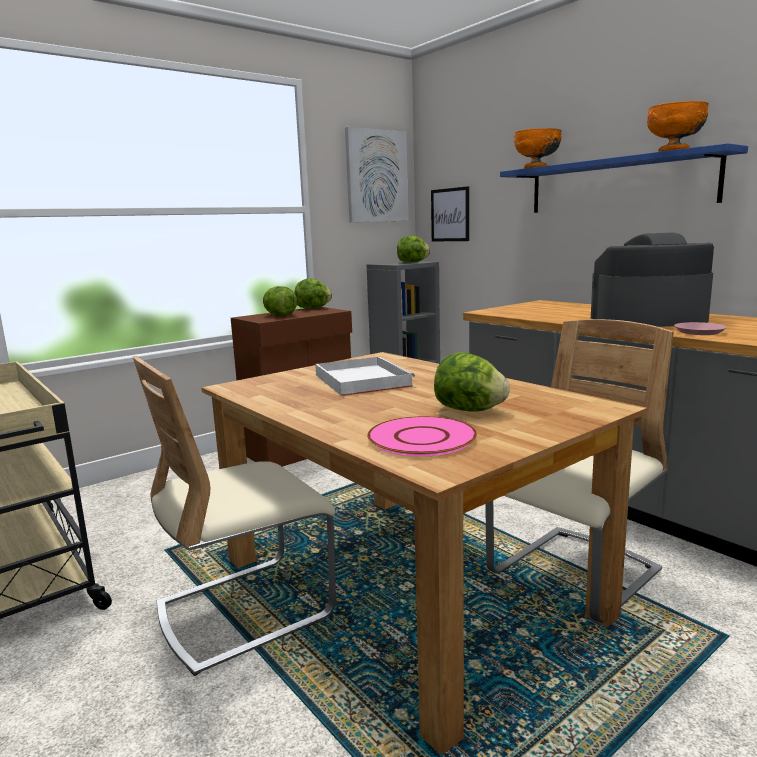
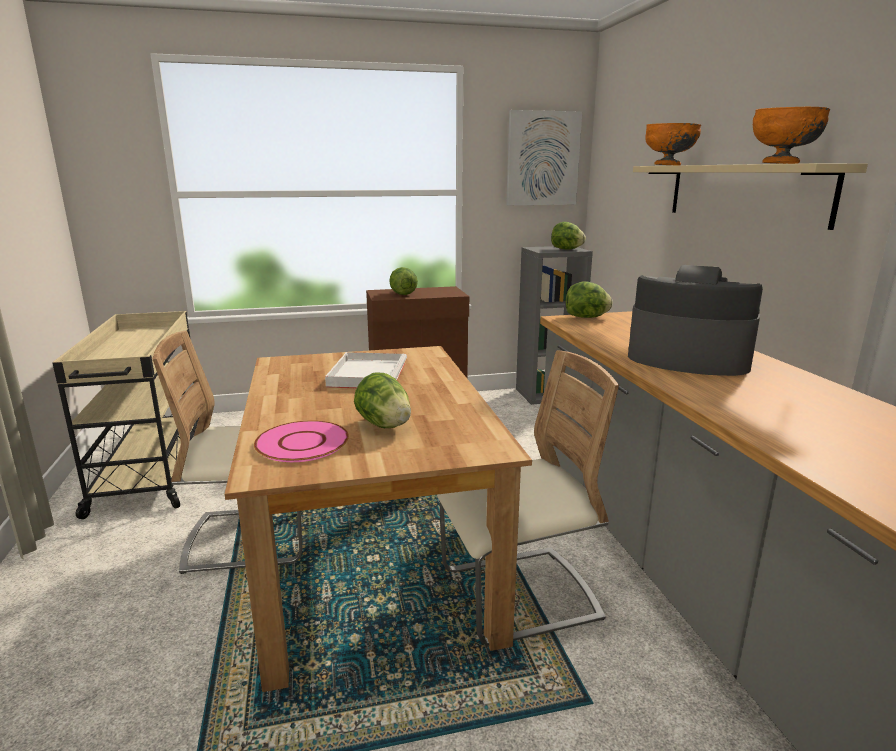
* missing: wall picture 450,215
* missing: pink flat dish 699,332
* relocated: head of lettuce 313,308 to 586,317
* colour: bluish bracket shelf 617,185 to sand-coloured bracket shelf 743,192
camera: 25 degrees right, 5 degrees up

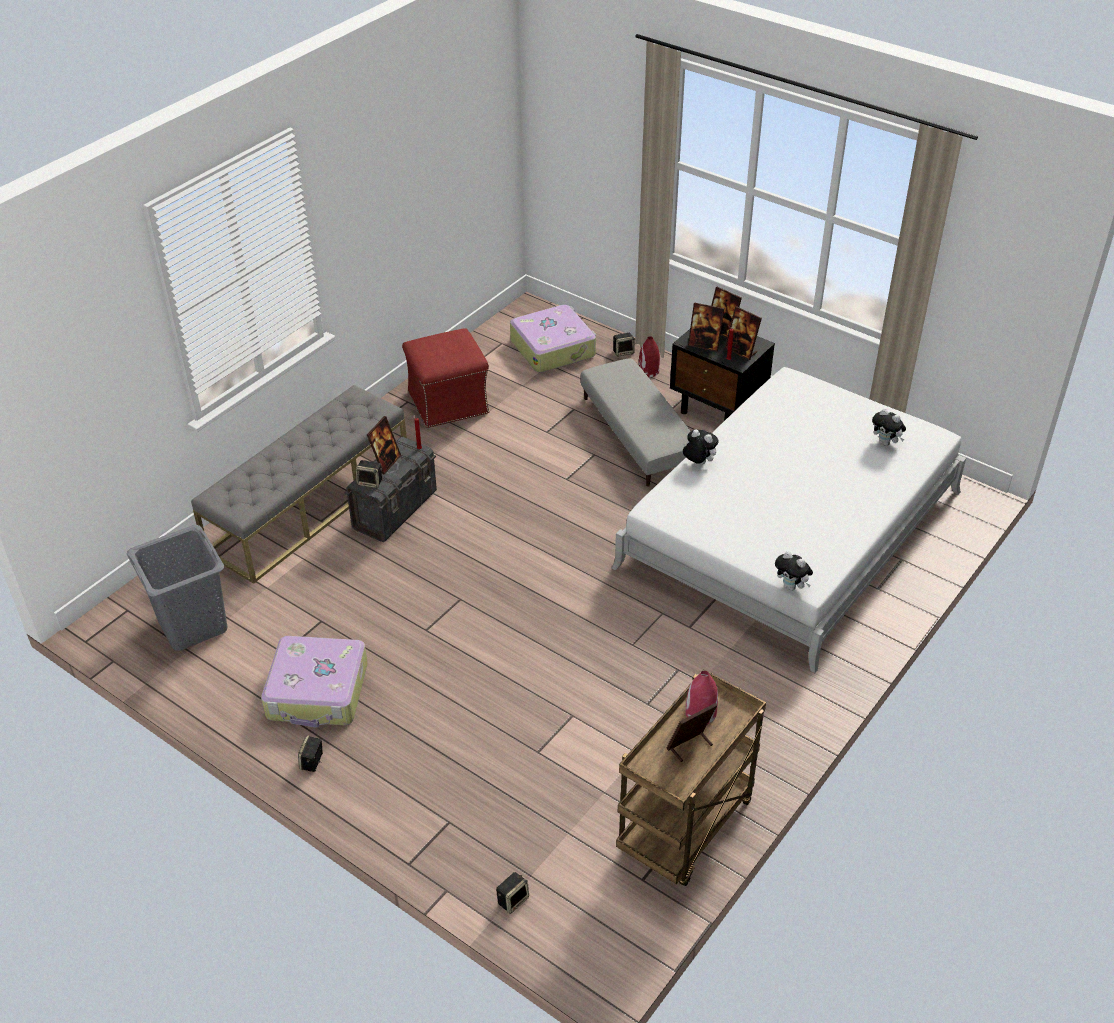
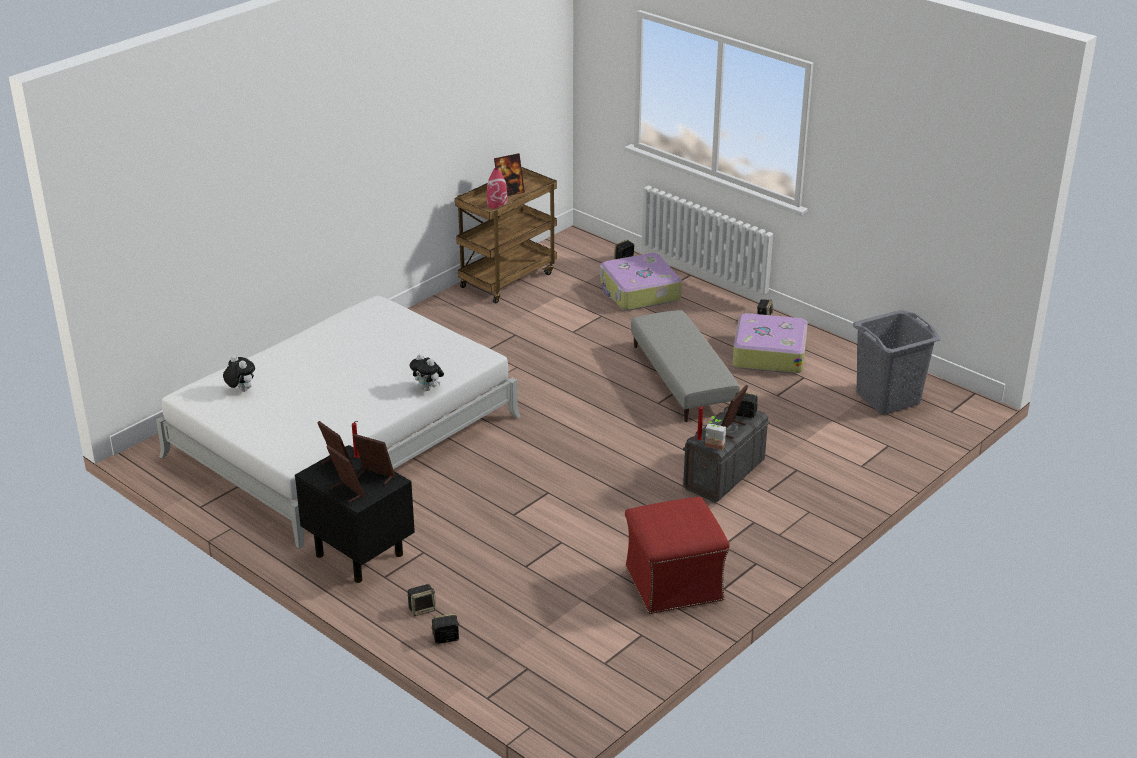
* missing: greyish indoor bench 310,505
* missing: cuddly toy 791,587
* appeared: potted plant 713,447
* relocated: piece of luggage 553,348 to 639,292
* relocated: greyish footrest 637,434 to 682,379
* exchanged: red vase 648,371 to speaker 422,609
camera: 175 degrees left, 10 degrees down

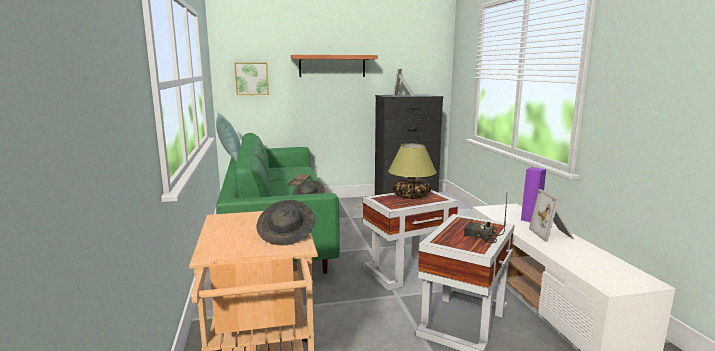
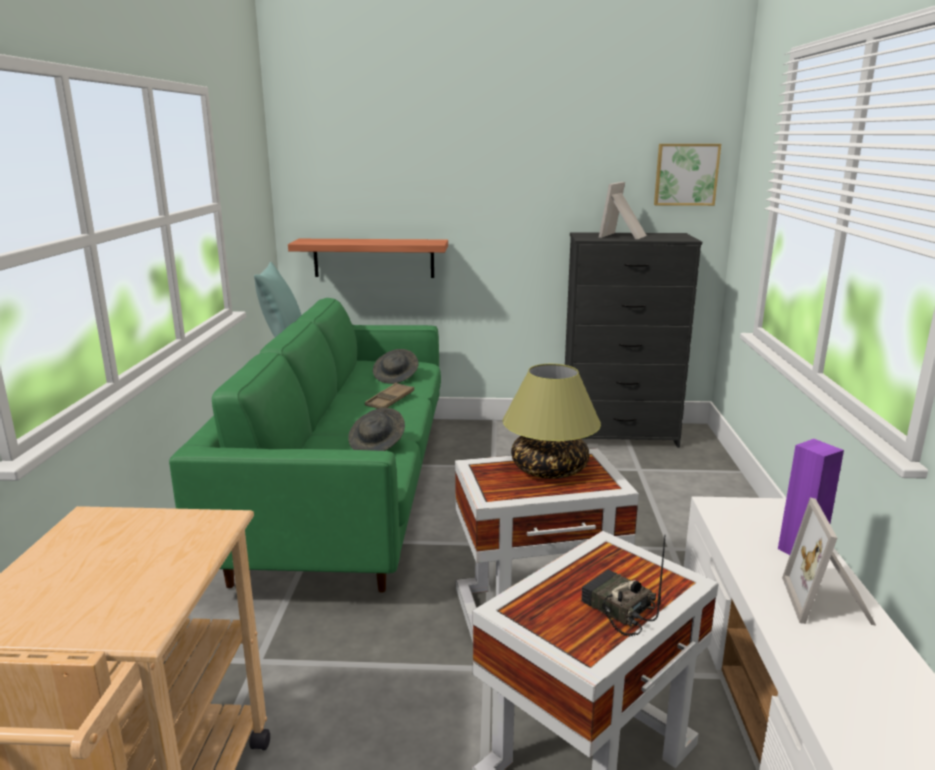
* relocated: wall picture 251,78 to 686,174
* relocated: greyish hat 287,235 to 396,377
* relocated: bracket shelf 332,66 to 373,258
camera: 15 degrees right, 5 degrees up

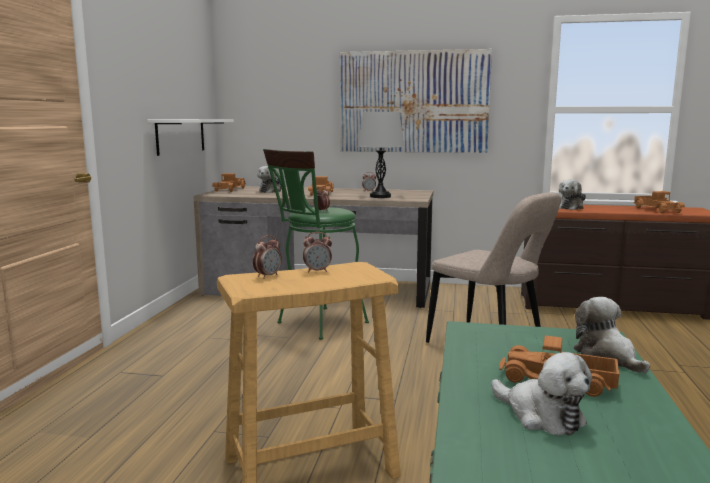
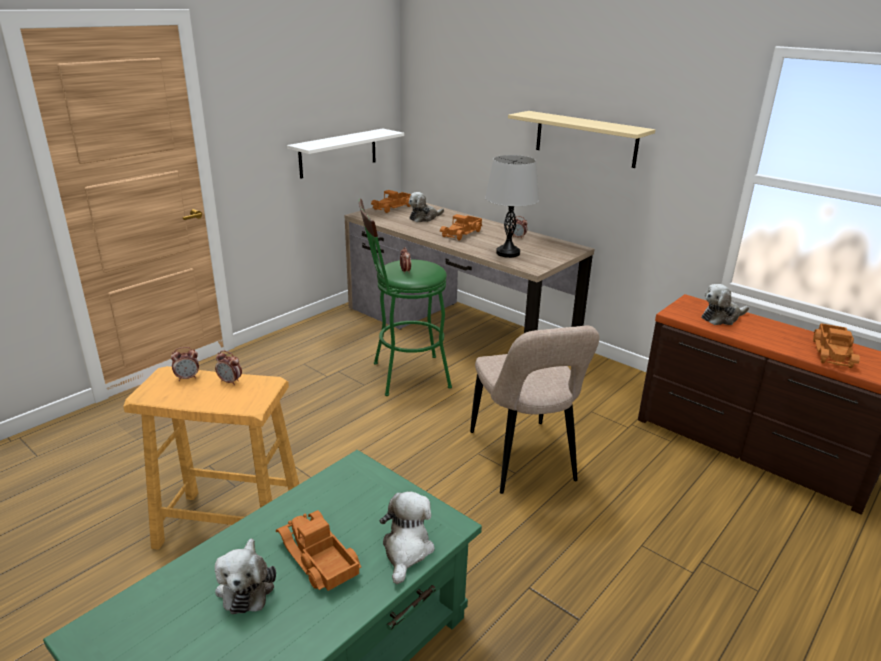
* exchanged: wall picture 413,102 to sand-coloured bracket shelf 585,139
camera: 30 degrees right, 15 degrees up

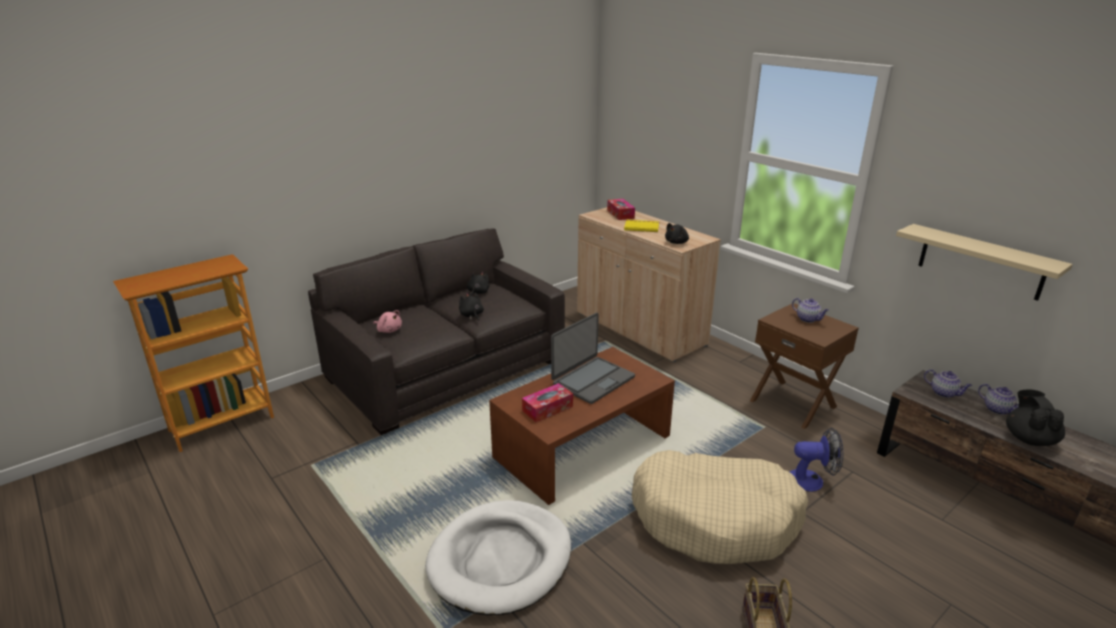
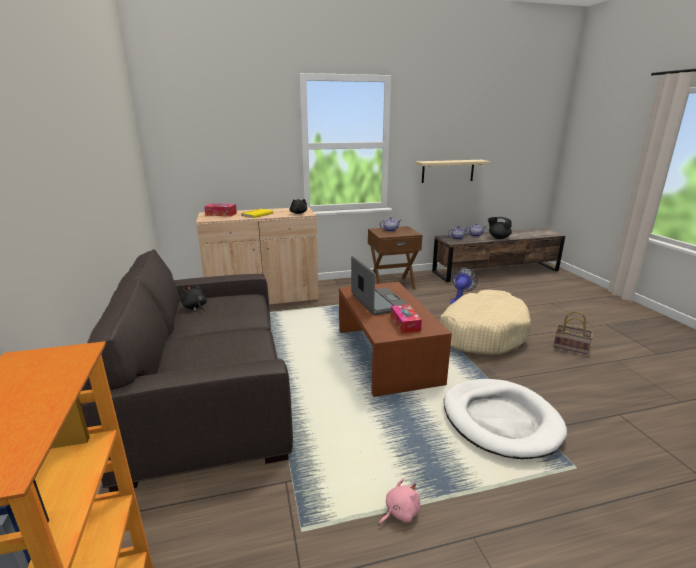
* missing: black-coloured cuddly toy 471,315
* relocated: pink cuddly toy 389,330 to 400,512
camera: 65 degrees left, 5 degrees down

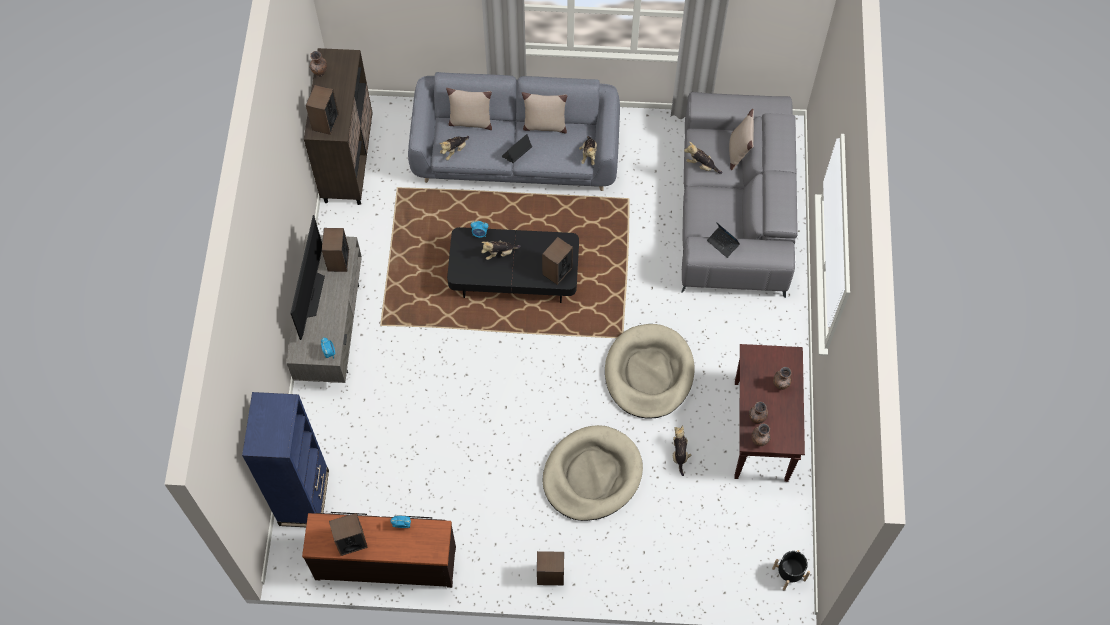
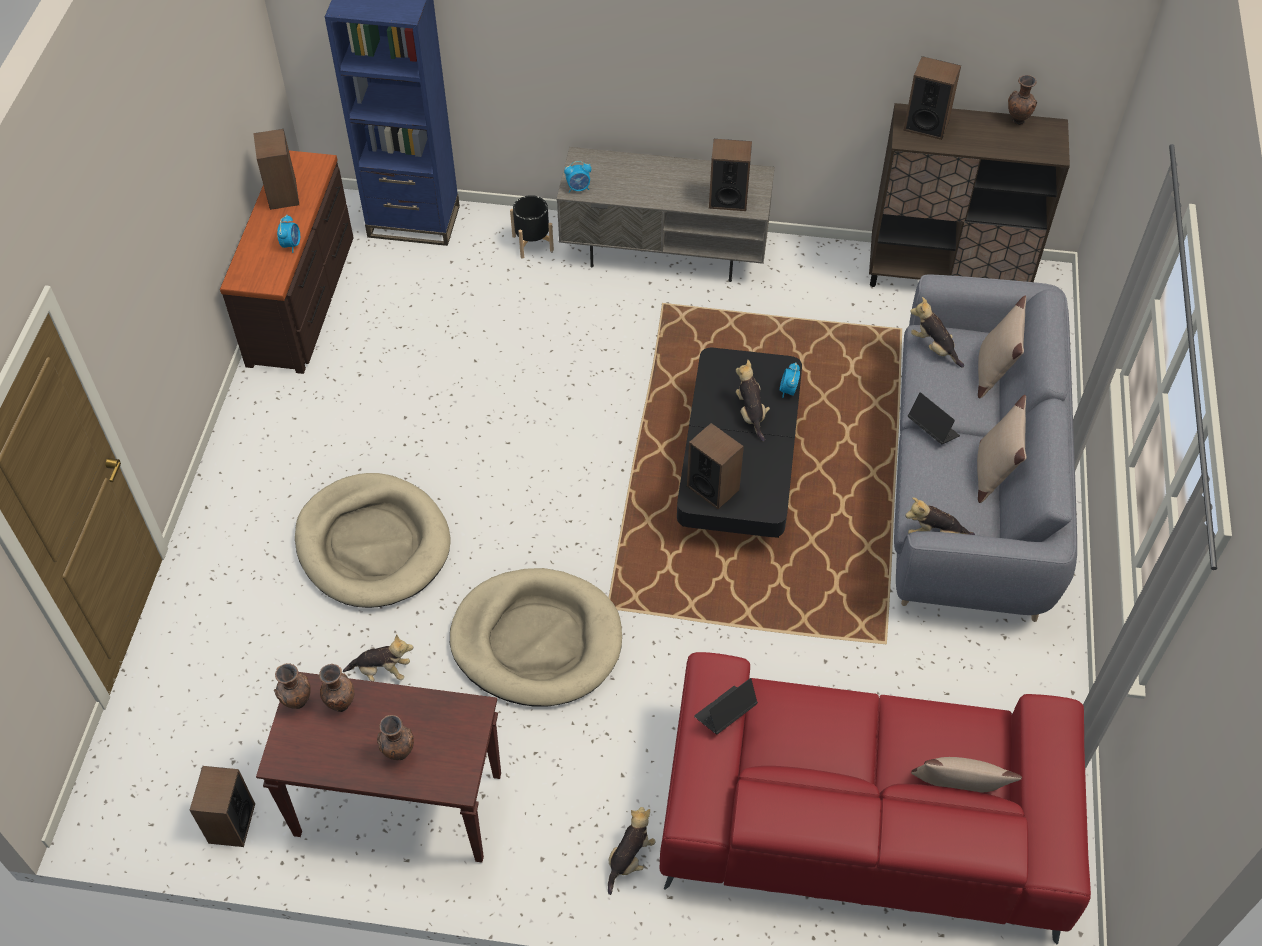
* missing: television 310,294
* relocated: speaker 550,575 to 231,823
* relocated: cuddly toy 701,165 to 629,858
* relocated: black-coloured flower pot 789,574 to 533,243
* colour: greyish sofa 734,210 to red sofa 862,820
camera: 95 degrees right, 10 degrees down

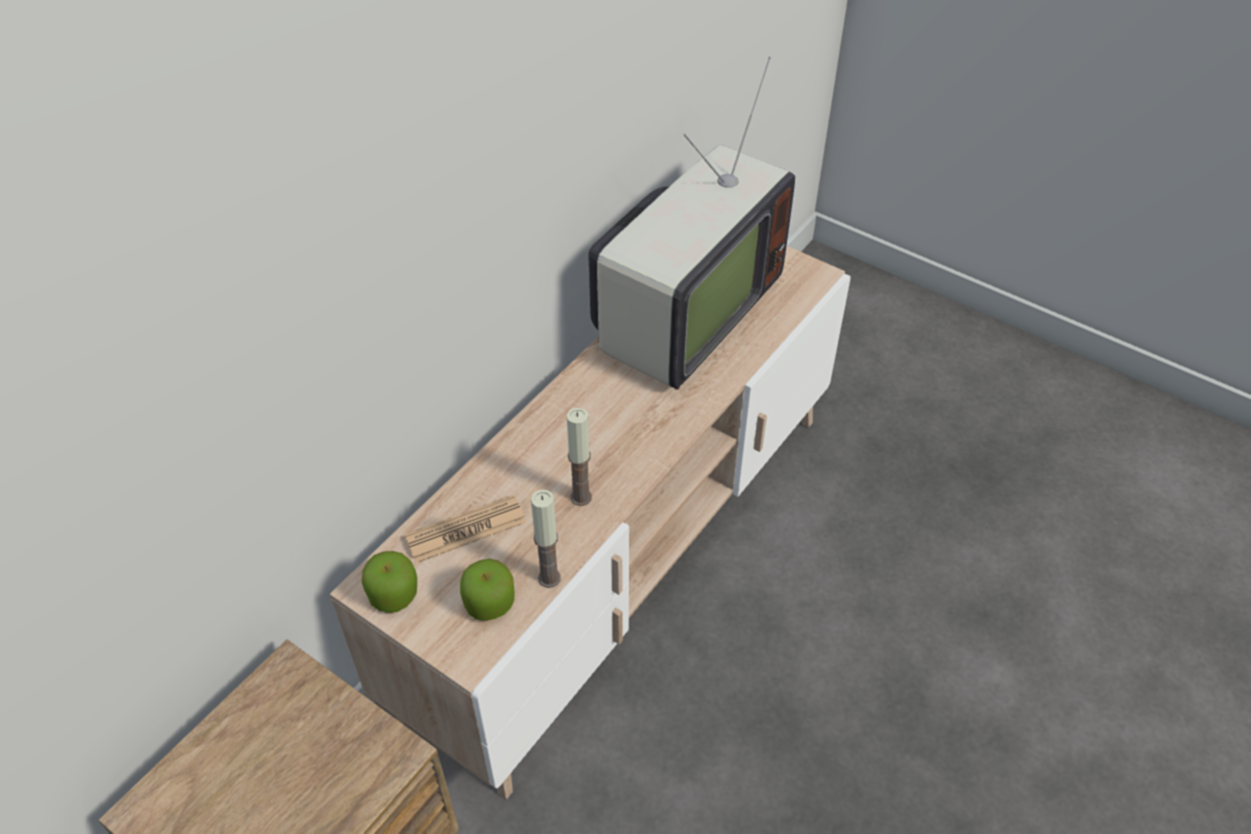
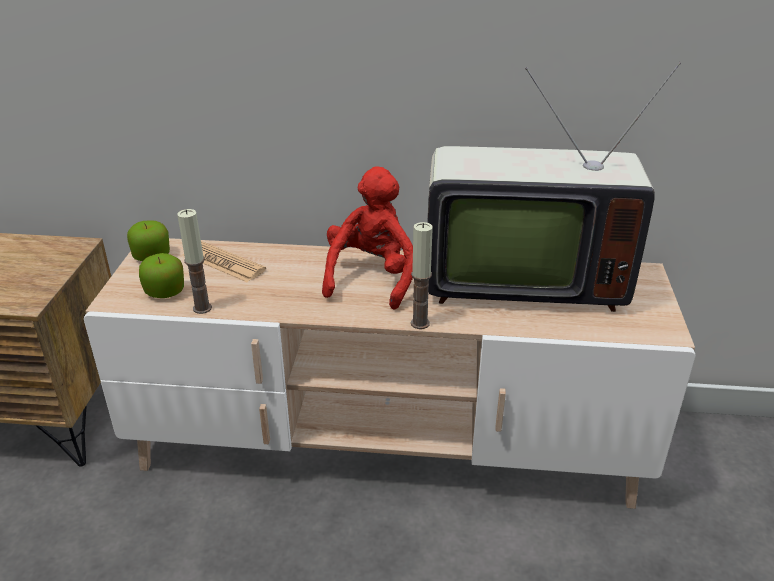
* appeared: red cuddly toy 371,277
* relocated: wax light 581,497 to 420,323
camera: 60 degrees right, 15 degrees down

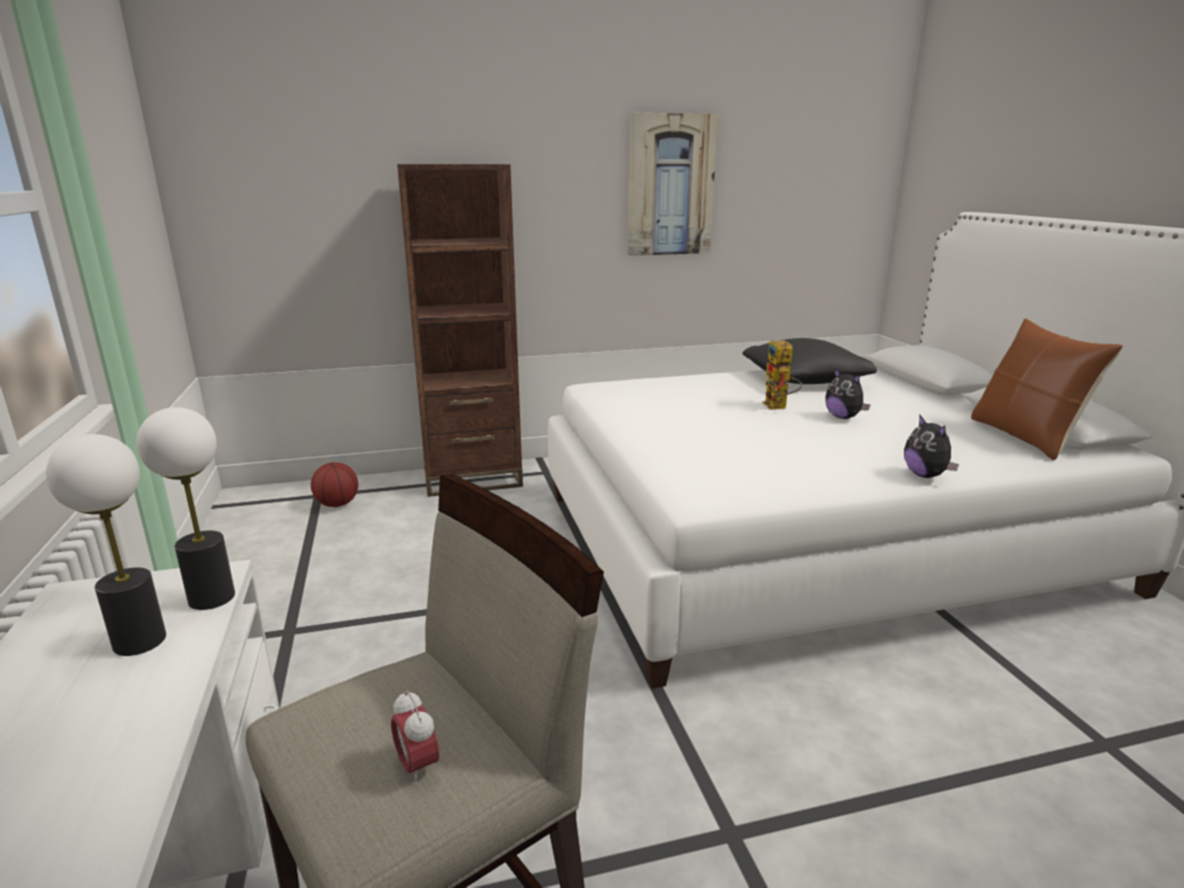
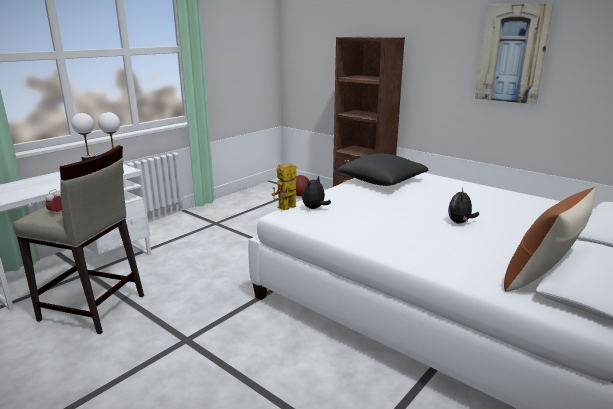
* relocated: black-coloured pillow 805,379 to 382,181
* relocated: toy robot 779,407 to 284,208
* relocated: cuddly toy 925,475 to 314,208
camera: 55 degrees right, 0 degrees up

